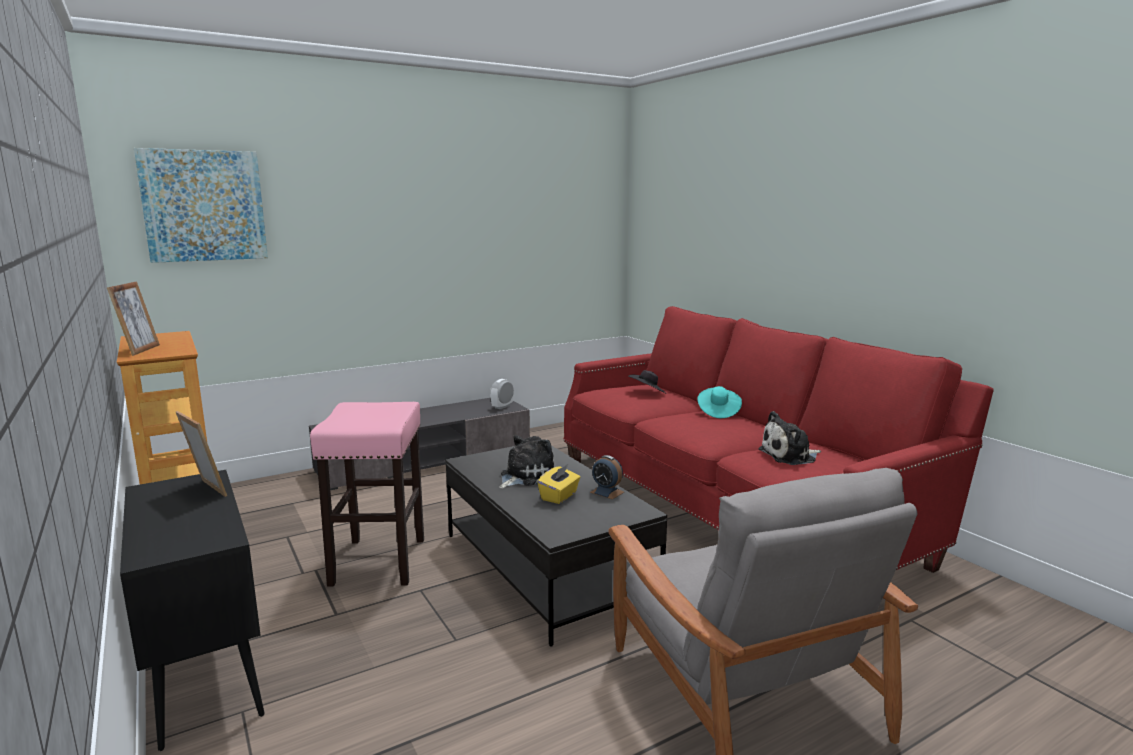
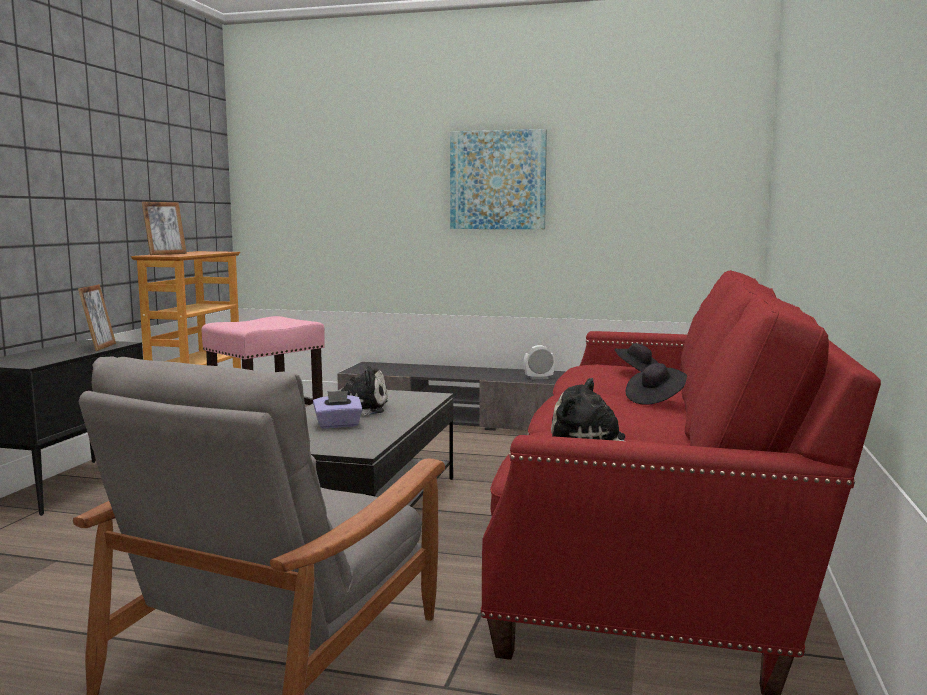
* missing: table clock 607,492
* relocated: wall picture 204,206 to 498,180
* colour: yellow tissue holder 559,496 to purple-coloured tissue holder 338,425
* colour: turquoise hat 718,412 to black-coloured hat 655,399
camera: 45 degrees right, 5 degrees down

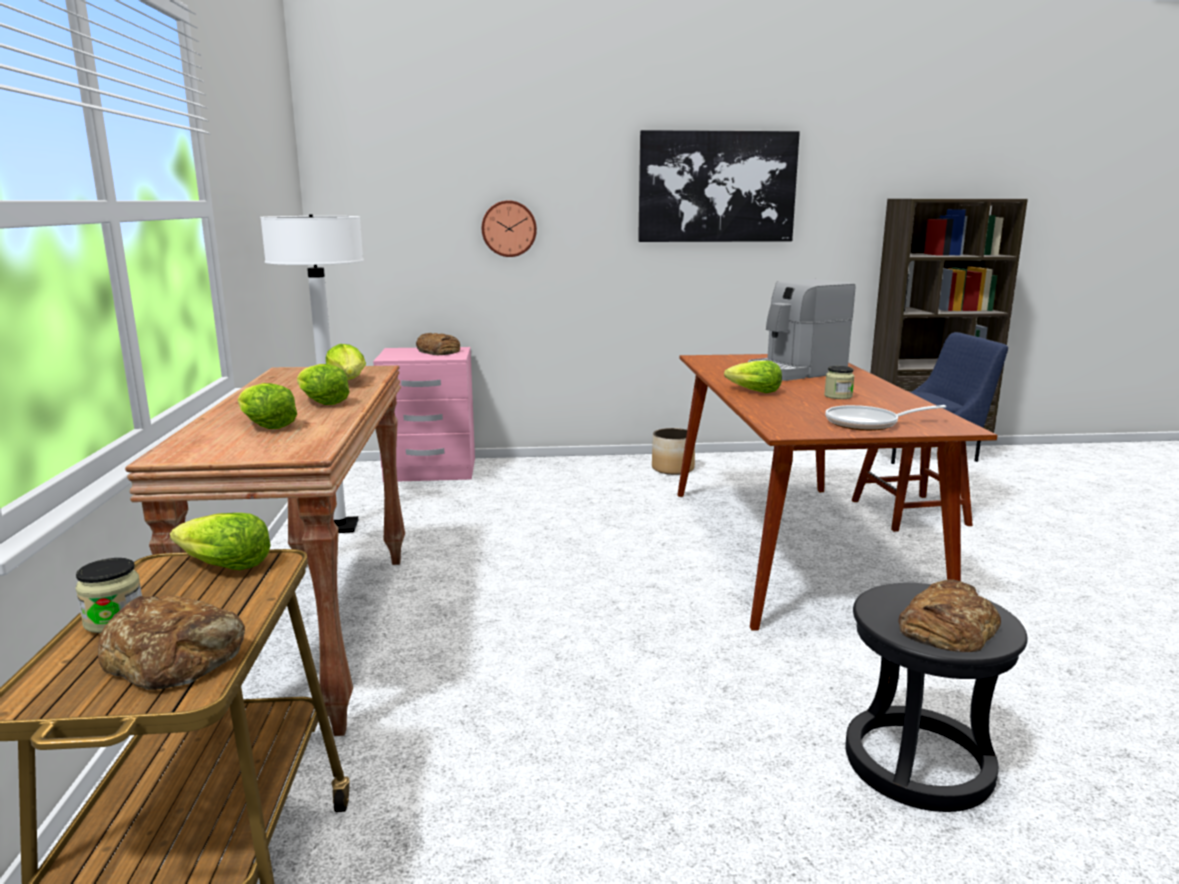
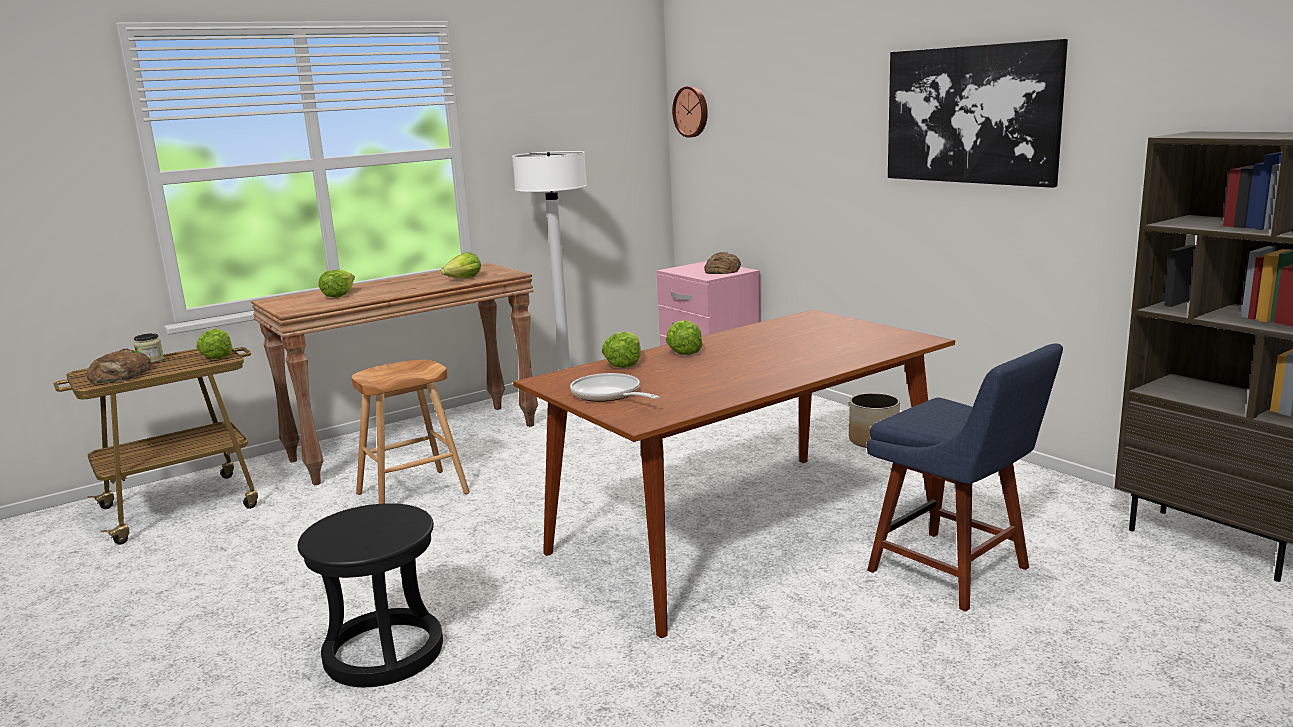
* missing: coffee maker 794,372
* missing: jar 838,396
* missing: bread 947,628
* appeared: brown-coloured stool seat 412,494
* relocated: head of lettuce 321,402 to 624,363
* relocated: wall clock 509,228 to 692,111
camera: 60 degrees right, 0 degrees up

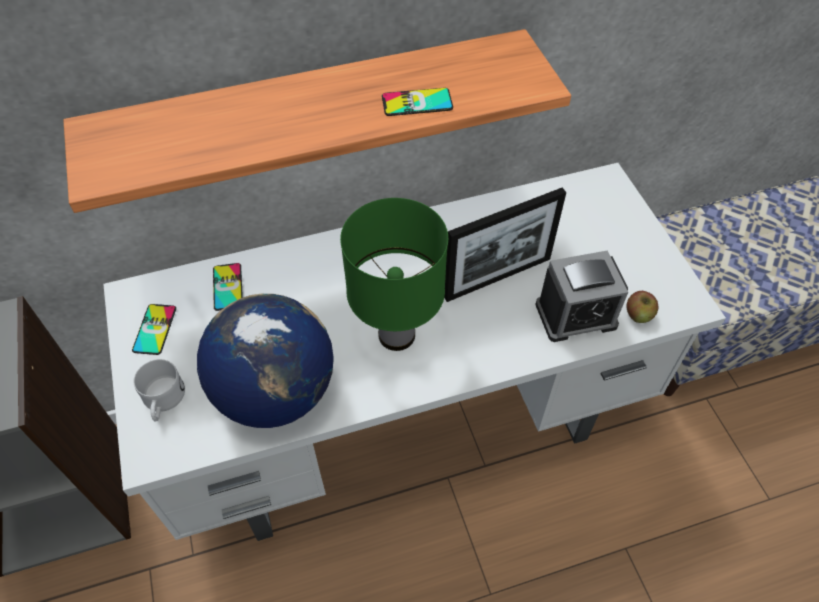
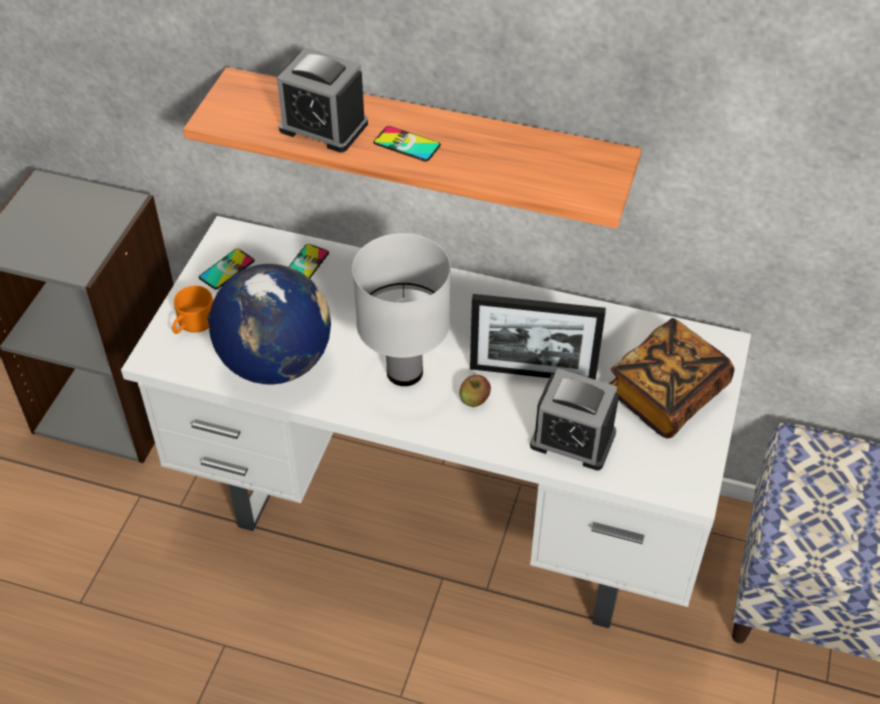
* appeared: table clock 323,126
* appeared: volume 666,394
* relocated: phone 417,102 to 407,144
* relocated: whole apple 638,314 to 474,400
* colour: white tea mug 163,401 to orangey tea mug 192,324
* colour: greenish lamp for a table 396,336 to white lamp for a table 403,372
camera: 35 degrees right, 5 degrees down

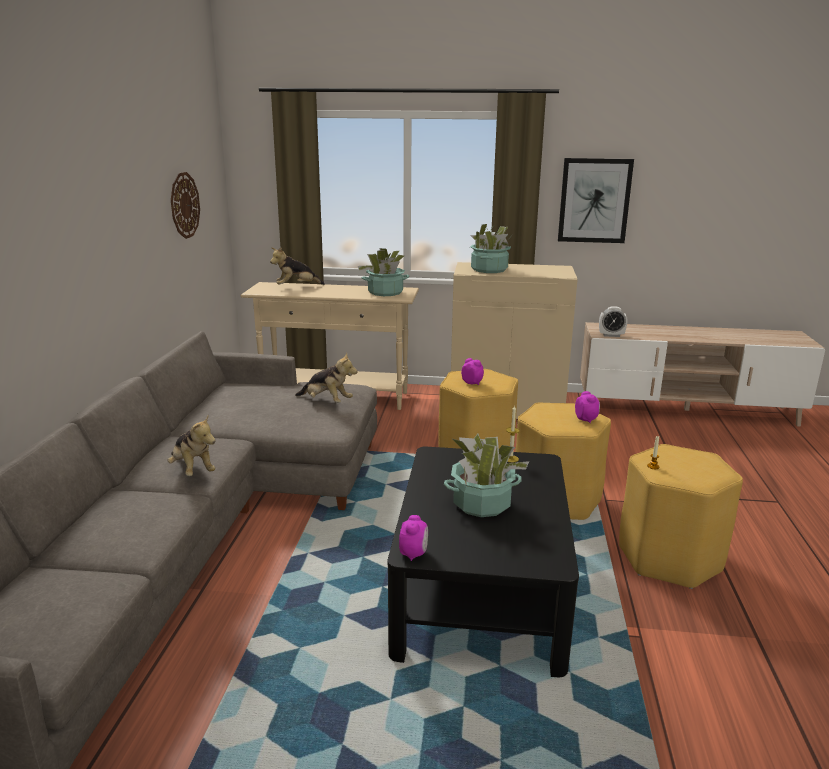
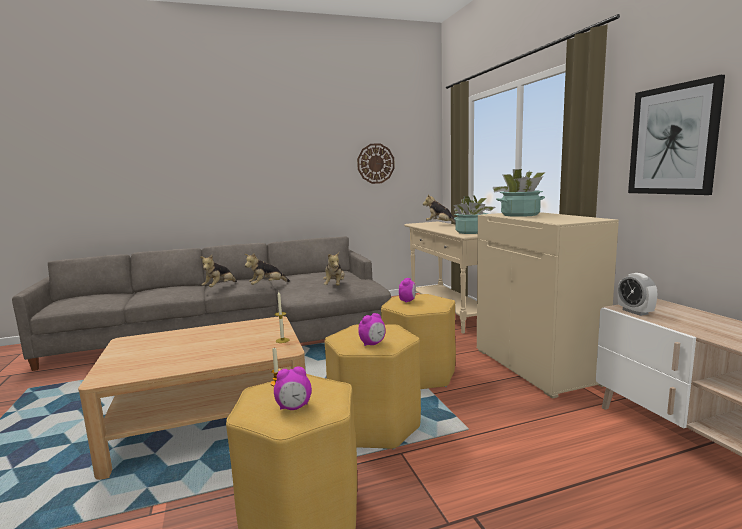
* missing: potted plant 481,504
* appeared: cuddly toy 267,285
* relocated: table clock 413,554 to 294,408
* colour: black-coloured low table 480,588 to sand-coloured low table 211,421
camera: 65 degrees right, 10 degrees down

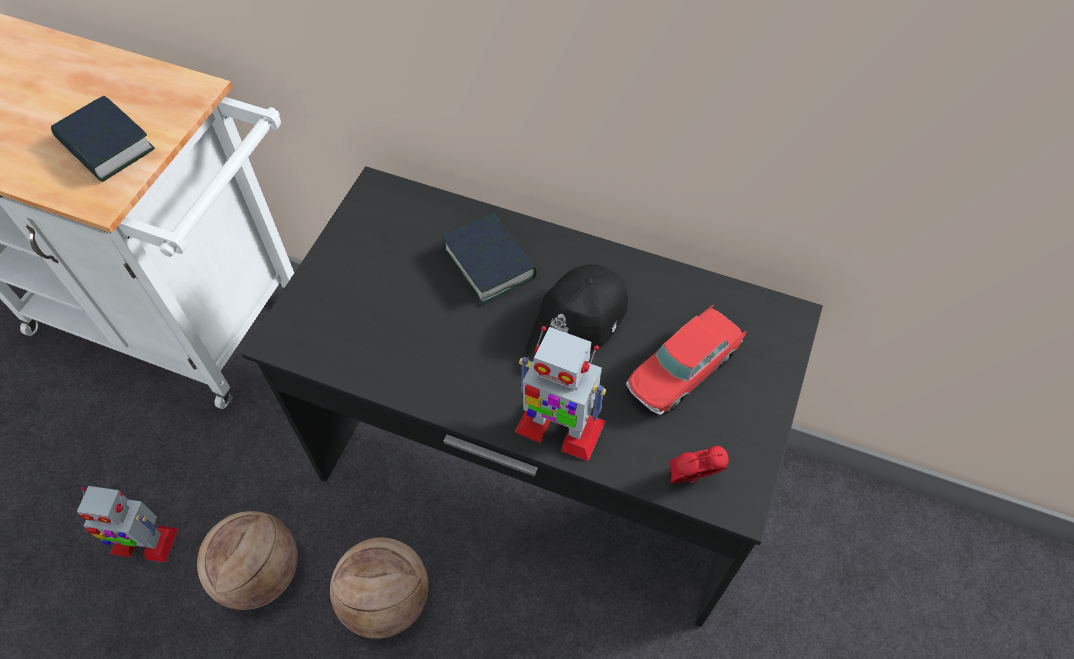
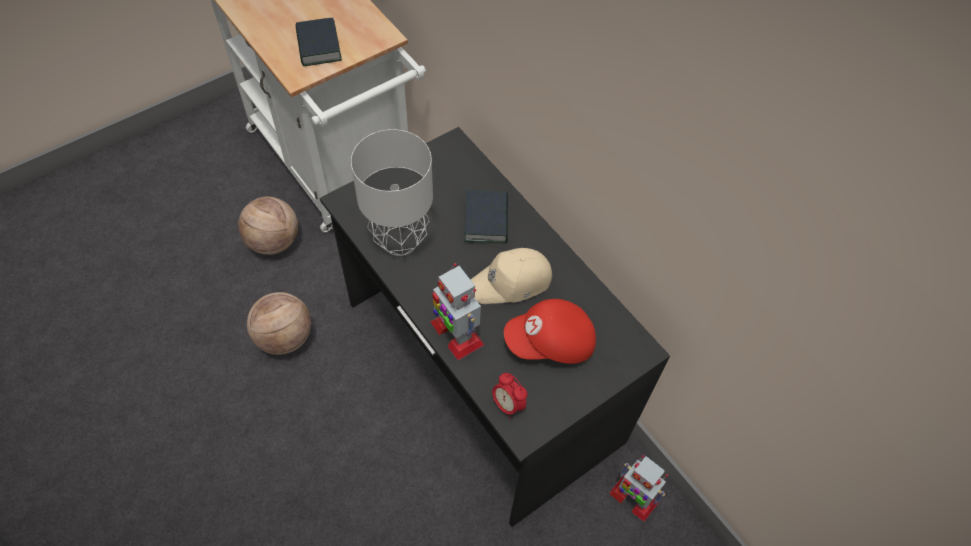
* appeared: greyish lamp for a table 401,240
* relocated: toy robot 144,541 to 633,497
* relocated: basketball ball 386,600 to 273,241
* exchanged: miniature car 682,370 to red cap 551,343
* colour: black-coloured cap 578,323 to sand-coloured cap 511,282
* spun: table clock 691,479 = 507,404 150 degrees counterclockwise
camera: 30 degrees right, 0 degrees up

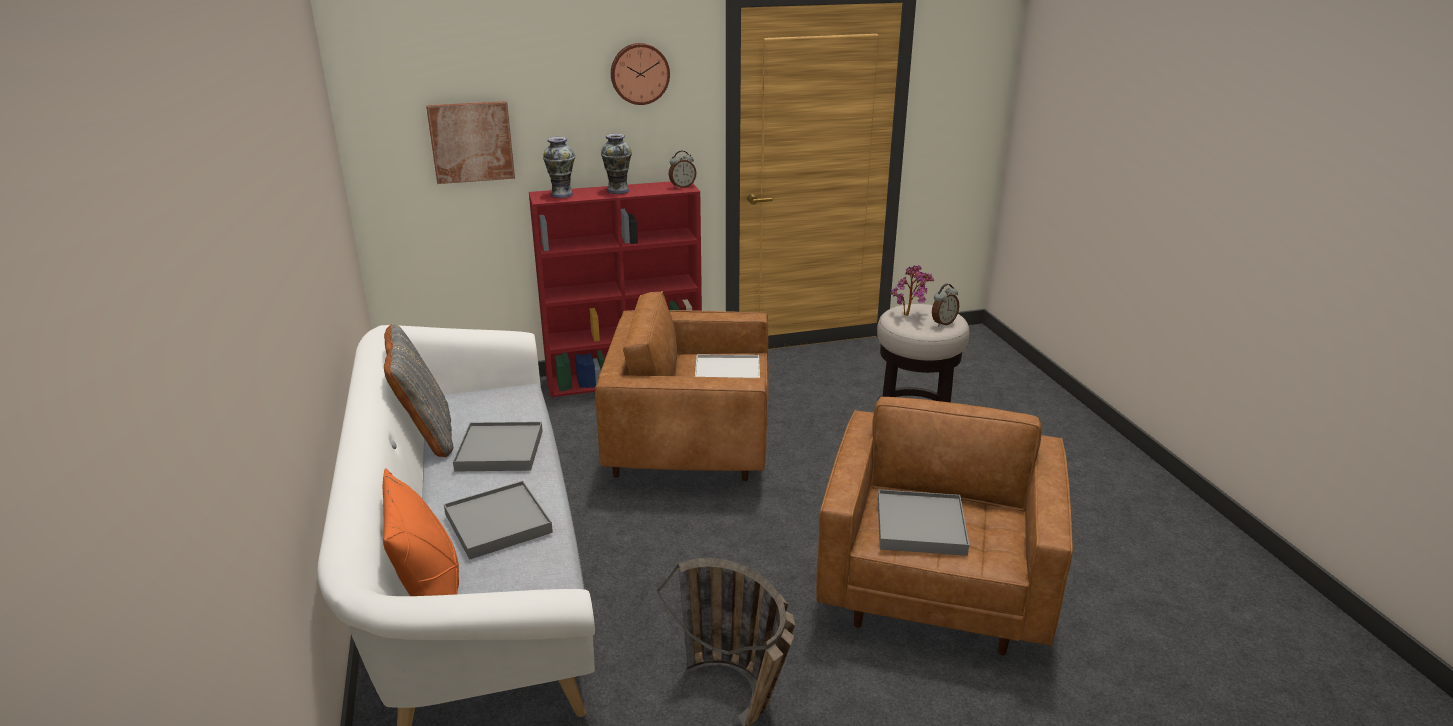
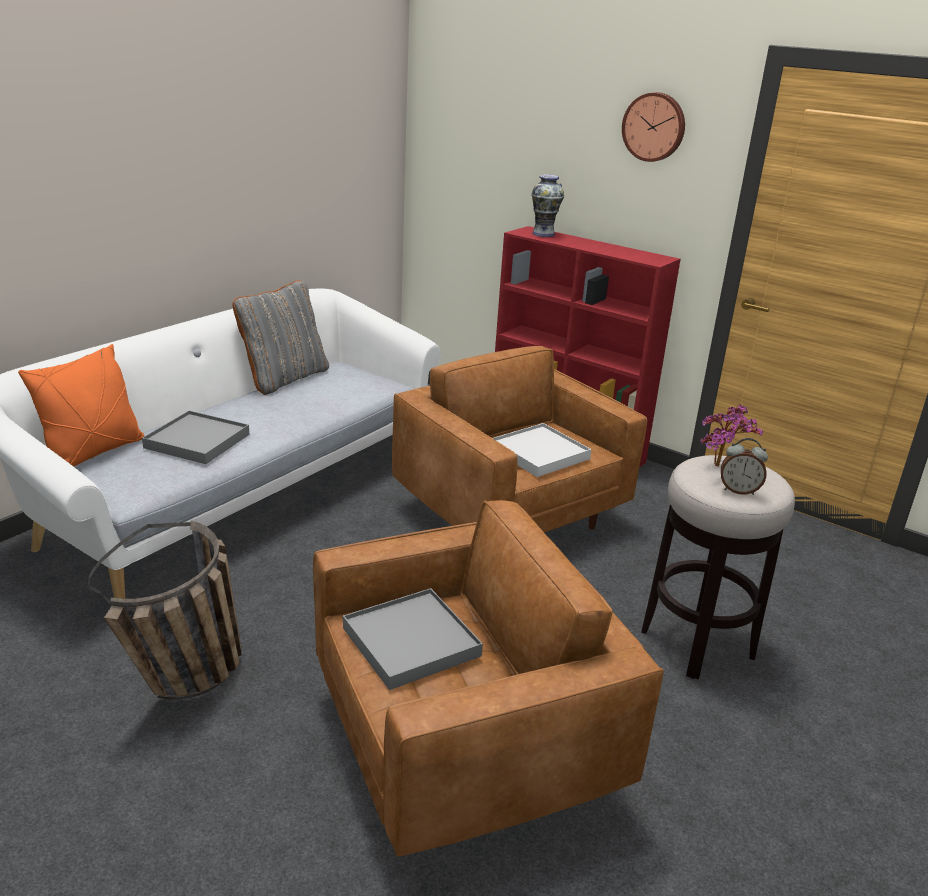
* missing: wall picture 471,142
* missing: greyish tray 499,450
* missing: vase 617,190
* missing: table clock 682,186
camera: 50 degrees right, 0 degrees up

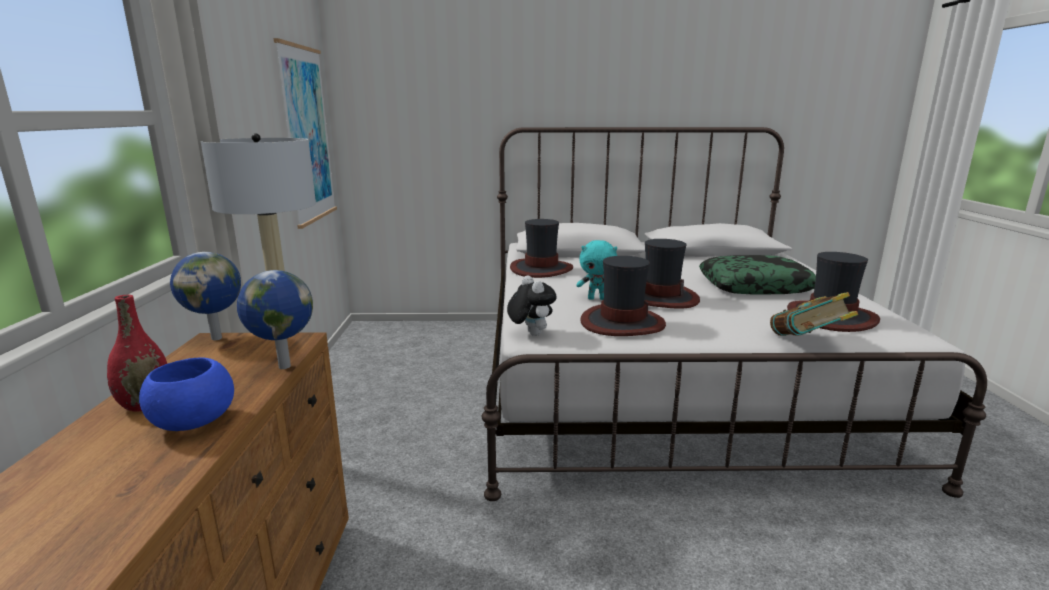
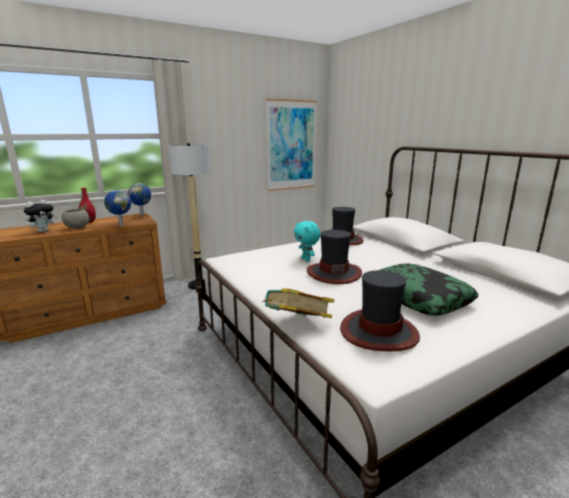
* missing: hat 622,323
* relocated: cuddly toy 530,334 to 43,231
* colour: bluish serving bowl 194,423 to greyish serving bowl 77,228
camera: 60 degrees right, 0 degrees up

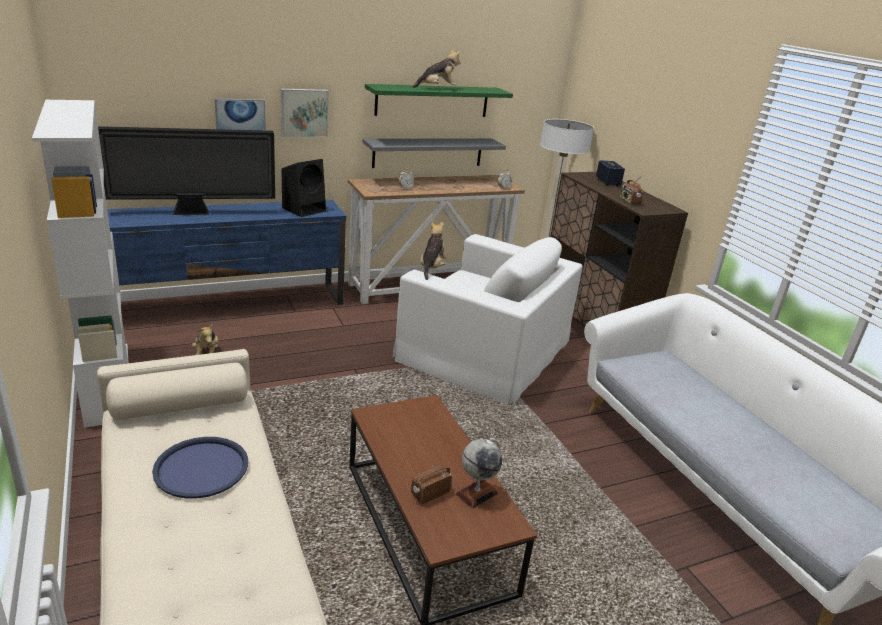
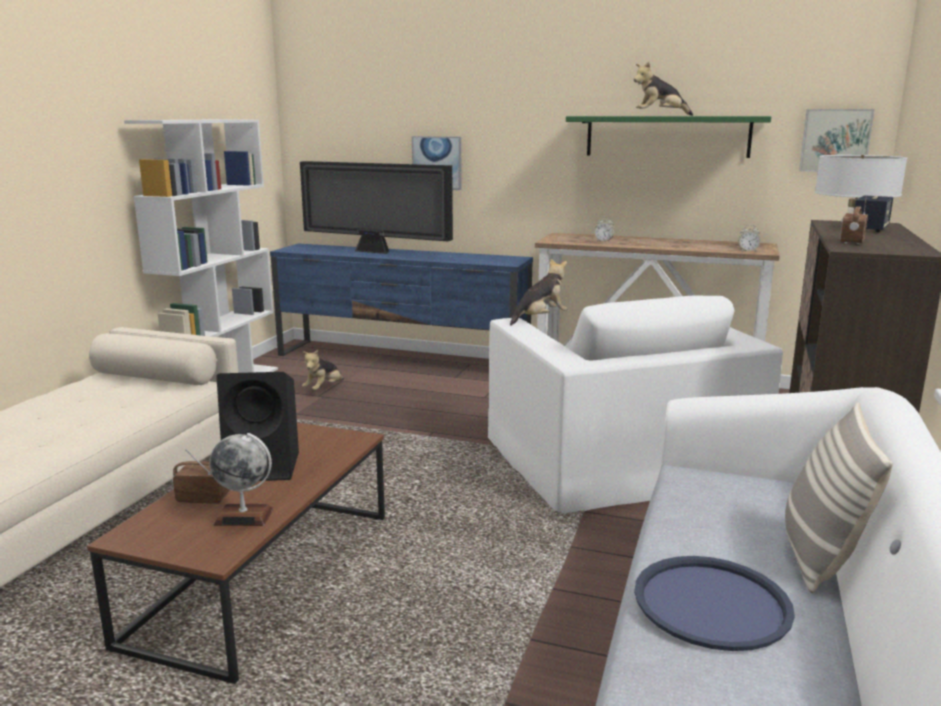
* missing: greyish bracket shelf 428,152
* appeared: pillow 819,556
* relocated: bluish tray 201,468 to 711,603
* relocated: wall picture 304,112 to 835,140
* relocated: black-coloured speaker 304,209 to 265,466
* spun: cuddly toy 437,89 = 659,115 150 degrees clockwise
camera: 45 degrees right, 10 degrees down

